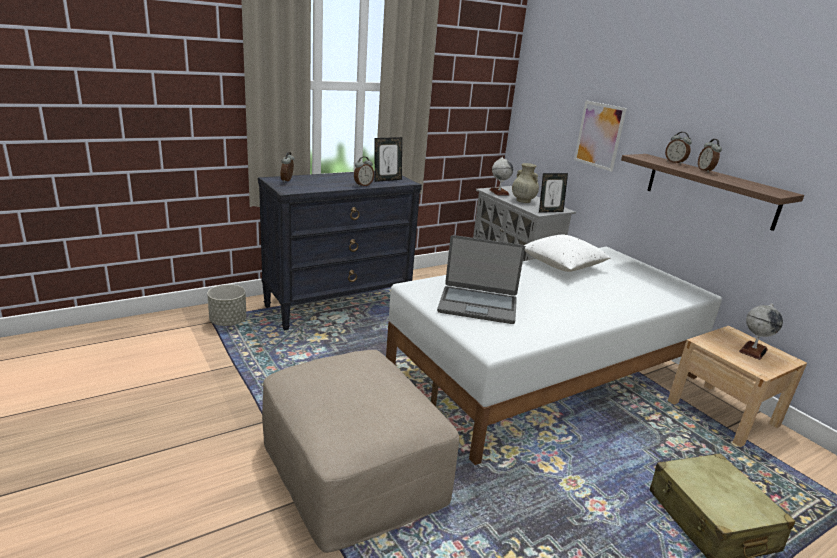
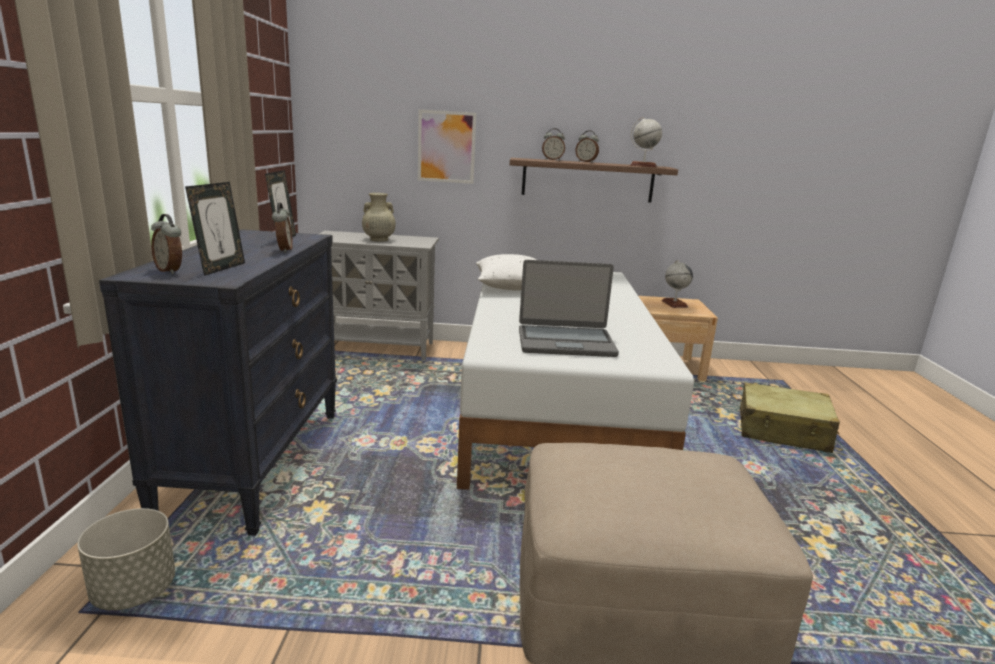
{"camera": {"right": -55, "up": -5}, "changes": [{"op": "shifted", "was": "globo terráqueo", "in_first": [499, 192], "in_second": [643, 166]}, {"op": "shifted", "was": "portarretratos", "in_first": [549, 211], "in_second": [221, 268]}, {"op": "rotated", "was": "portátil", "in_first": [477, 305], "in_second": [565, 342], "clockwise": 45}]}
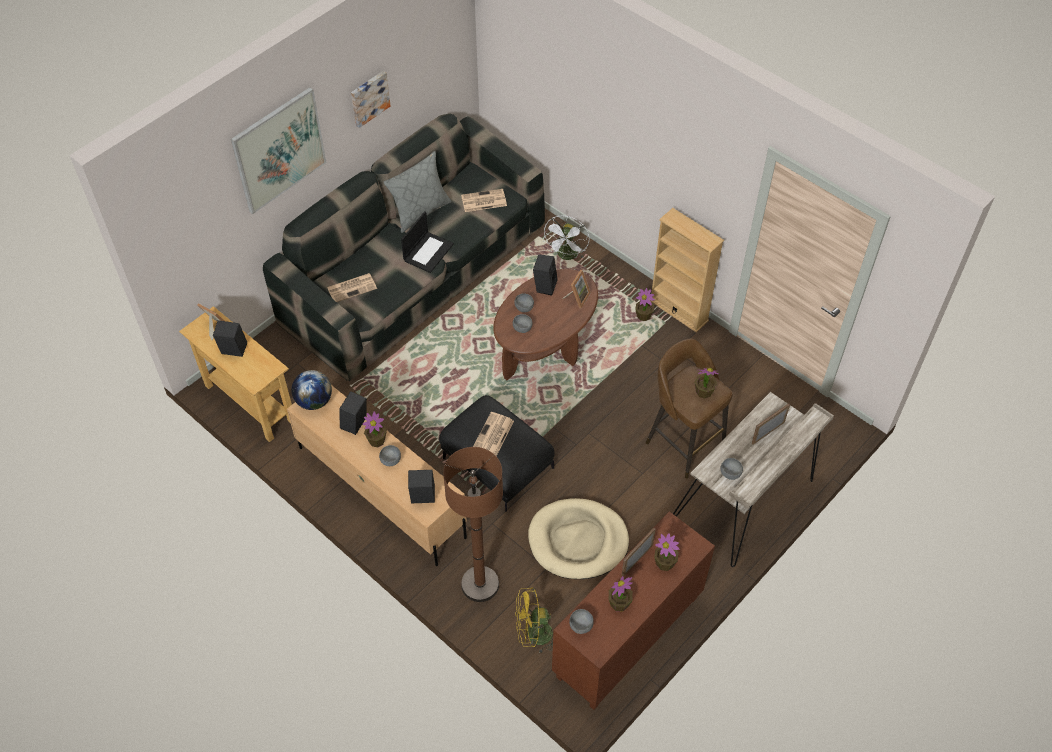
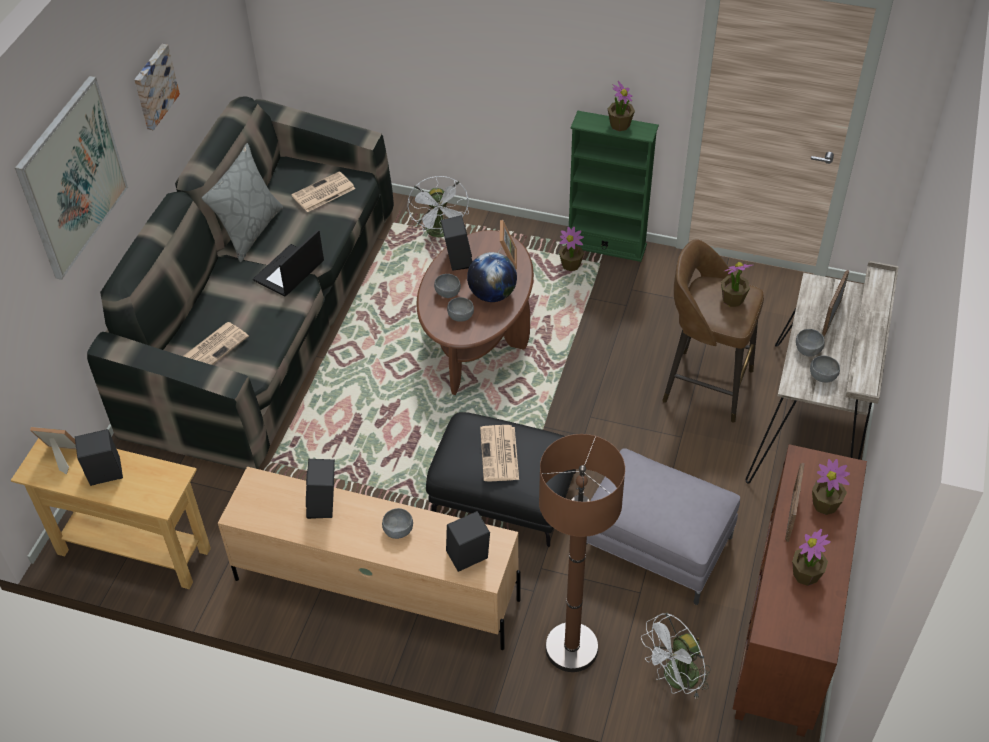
{"camera": {"right": -25, "up": -5}, "changes": [{"op": "repainted", "was": "estantería [beis]", "now": "estantería [verde]", "in_first": [678, 310], "in_second": [606, 245]}, {"op": "rotated", "was": "portátil", "in_first": [428, 252], "in_second": [289, 272], "clockwise": -150}, {"op": "shifted", "was": "globo terráqueo", "in_first": [314, 401], "in_second": [492, 294]}, {"op": "shifted", "was": "planta en maceta", "in_first": [376, 440], "in_second": [619, 125]}, {"op": "swapped", "was": "cama para perro [beis]", "now": "puf [gris]", "in_first": [578, 541], "in_second": [656, 545]}, {"op": "repainted", "was": "ventilador [amarillo]", "now": "ventilador [blanco]", "in_first": [533, 635], "in_second": [675, 679]}, {"op": "shifted", "was": "cuenco [gris]", "in_first": [581, 626], "in_second": [808, 350]}]}
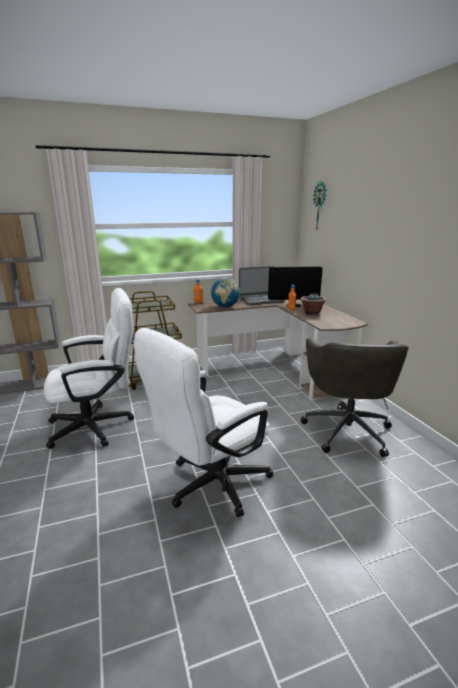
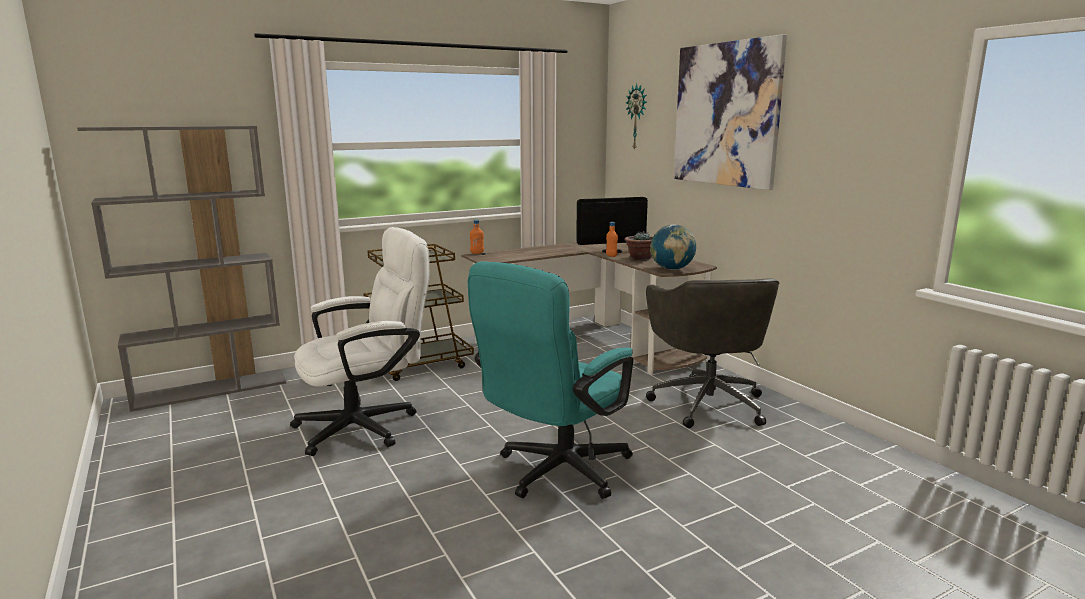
{"camera": {"right": -10, "up": -5}, "changes": [{"op": "gone", "was": "portátil", "in_first": [260, 300]}, {"op": "shifted", "was": "globo terráqueo", "in_first": [225, 307], "in_second": [672, 269]}, {"op": "repainted", "was": "silla de oficina [blanco]", "now": "silla de oficina [turquesa]", "in_first": [210, 485], "in_second": [555, 473]}, {"op": "new", "now": "cuadro", "in_second": [726, 114]}]}
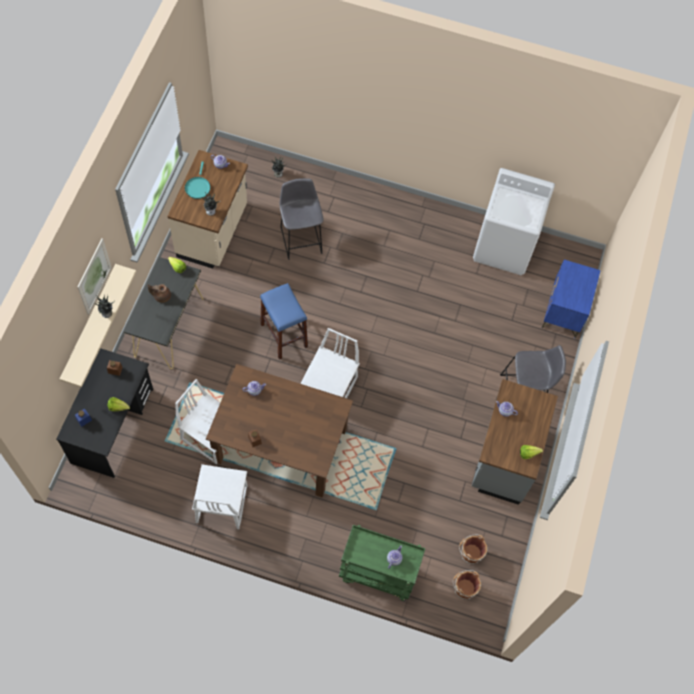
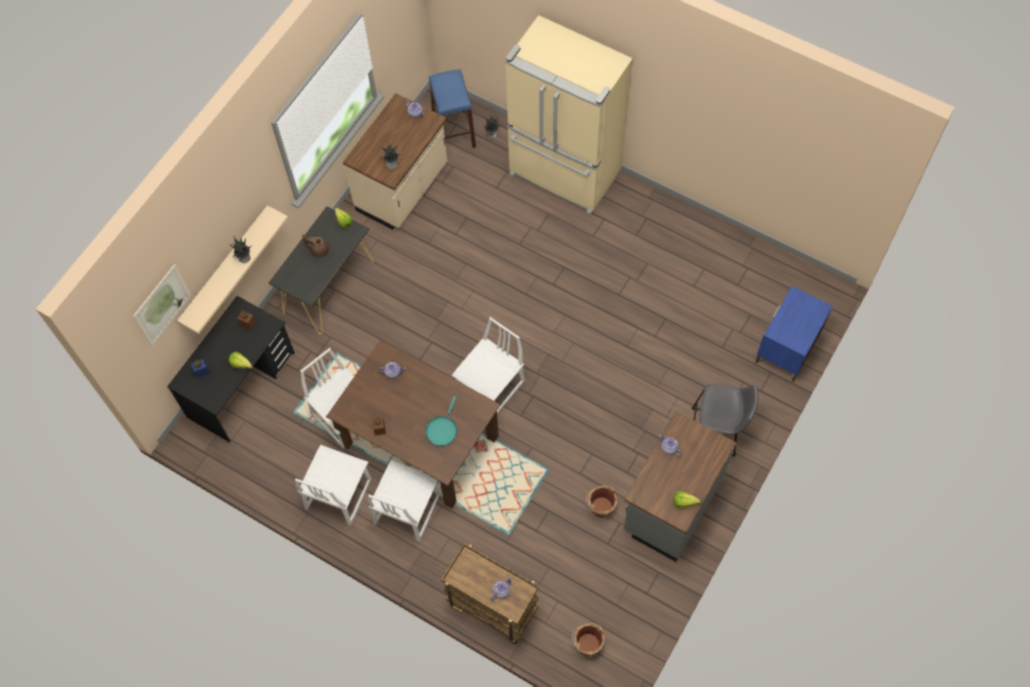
{"camera": {"right": 20, "up": 0}, "changes": [{"op": "shifted", "was": "sartén [turquesa]", "in_first": [198, 187], "in_second": [442, 429]}, {"op": "gone", "was": "lavadora [blanco]", "in_first": [504, 247]}, {"op": "gone", "was": "taburete [gris]", "in_first": [301, 238]}, {"op": "shifted", "was": "cuadro", "in_first": [94, 276], "in_second": [162, 305]}, {"op": "shifted", "was": "taburete [azul]", "in_first": [284, 335], "in_second": [454, 132]}, {"op": "repainted", "was": "carrito [verde]", "now": "carrito [marrón]", "in_first": [377, 574], "in_second": [491, 607]}, {"op": "shifted", "was": "cubo [marrón]", "in_first": [470, 553], "in_second": [600, 507]}, {"op": "new", "now": "nevera [beis]", "in_second": [564, 175]}, {"op": "new", "now": "silla [blanco]", "in_second": [406, 509]}]}
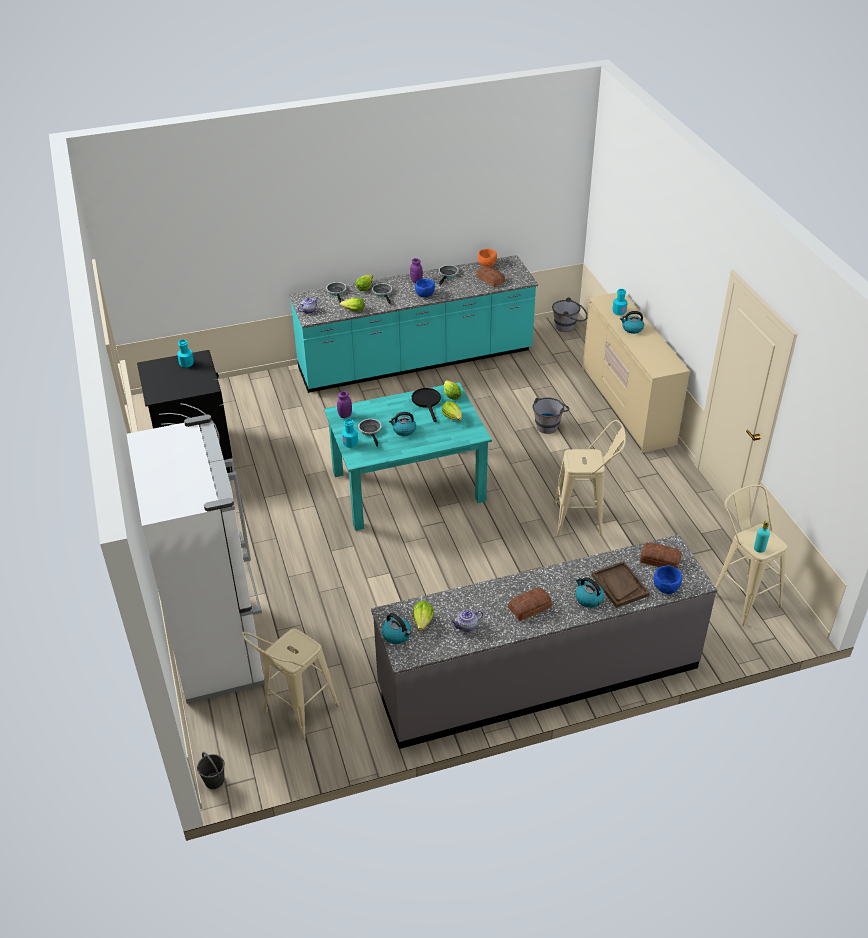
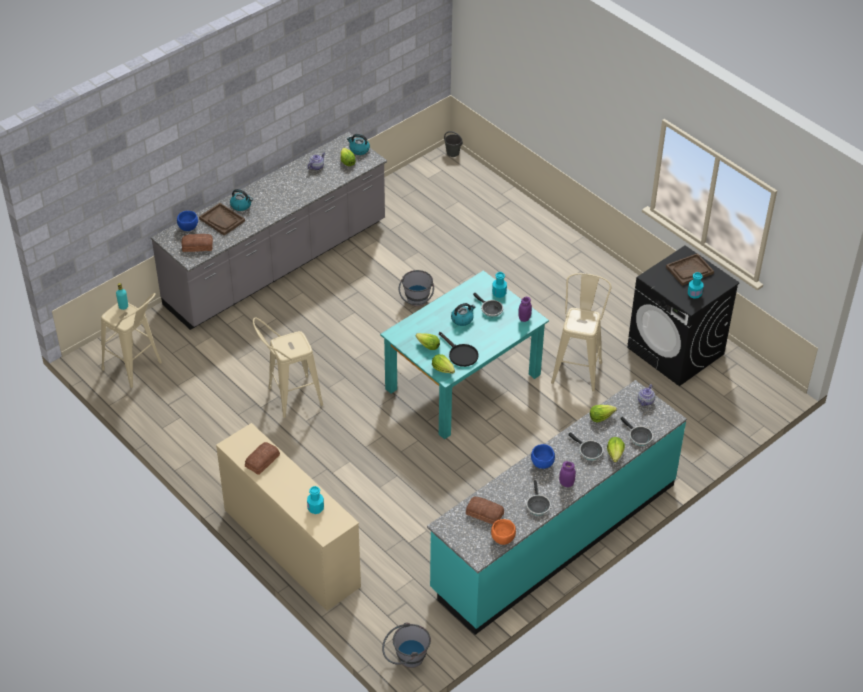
{"camera": {"right": 155, "up": 5}, "changes": [{"op": "gone", "was": "hervidor", "in_first": [632, 329]}, {"op": "shifted", "was": "cubo [gris]", "in_first": [549, 425], "in_second": [416, 302]}, {"op": "gone", "was": "nevera [blanco]", "in_first": [220, 646]}, {"op": "shifted", "was": "pan", "in_first": [530, 608], "in_second": [261, 461]}, {"op": "shifted", "was": "taburete [beis]", "in_first": [295, 713], "in_second": [578, 368]}, {"op": "new", "now": "bandeja [marrón]", "in_second": [689, 270]}]}
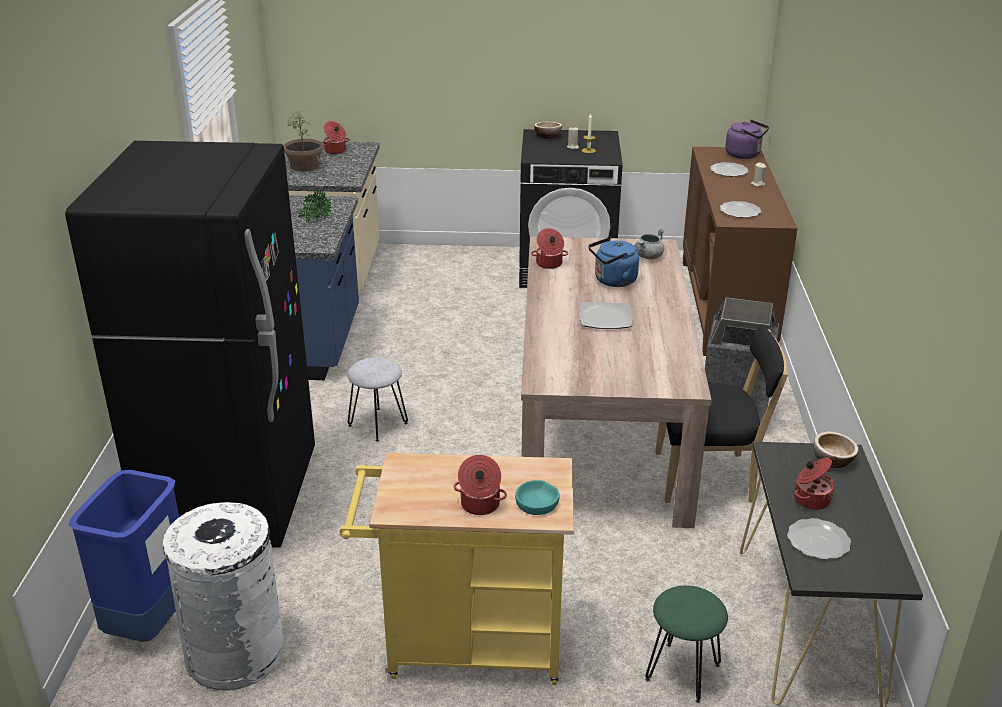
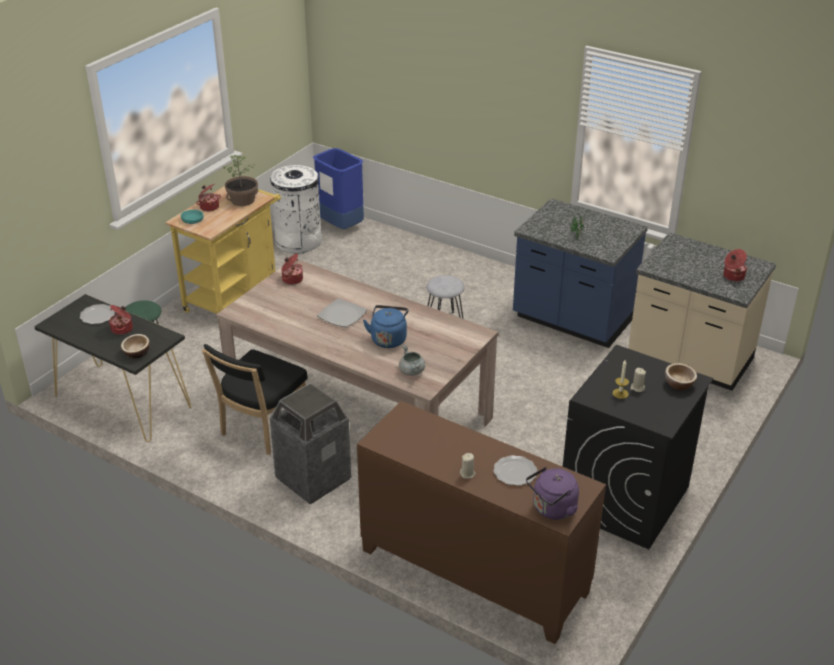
{"camera": {"right": 120, "up": 5}, "changes": [{"op": "shifted", "was": "planta en maceta", "in_first": [305, 166], "in_second": [243, 200]}, {"op": "gone", "was": "nevera [negro]", "in_first": [233, 498]}, {"op": "gone", "was": "plato", "in_first": [739, 211]}, {"op": "shifted", "was": "olla", "in_first": [549, 264], "in_second": [292, 279]}]}
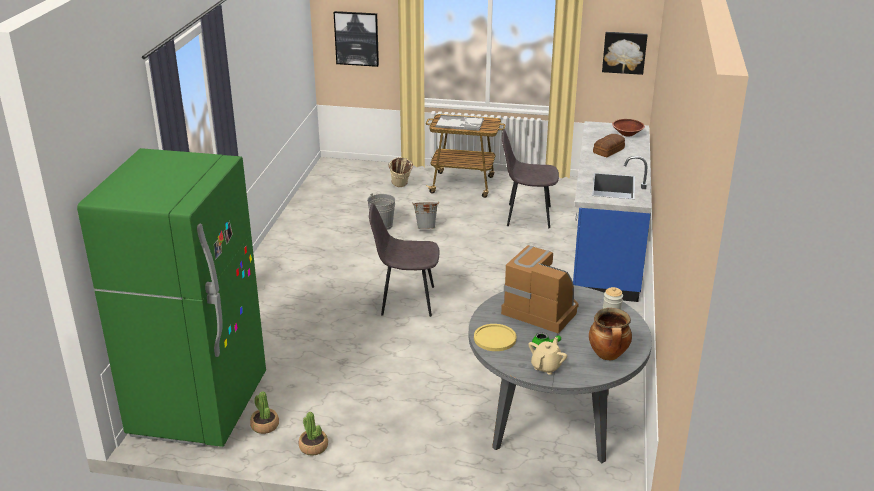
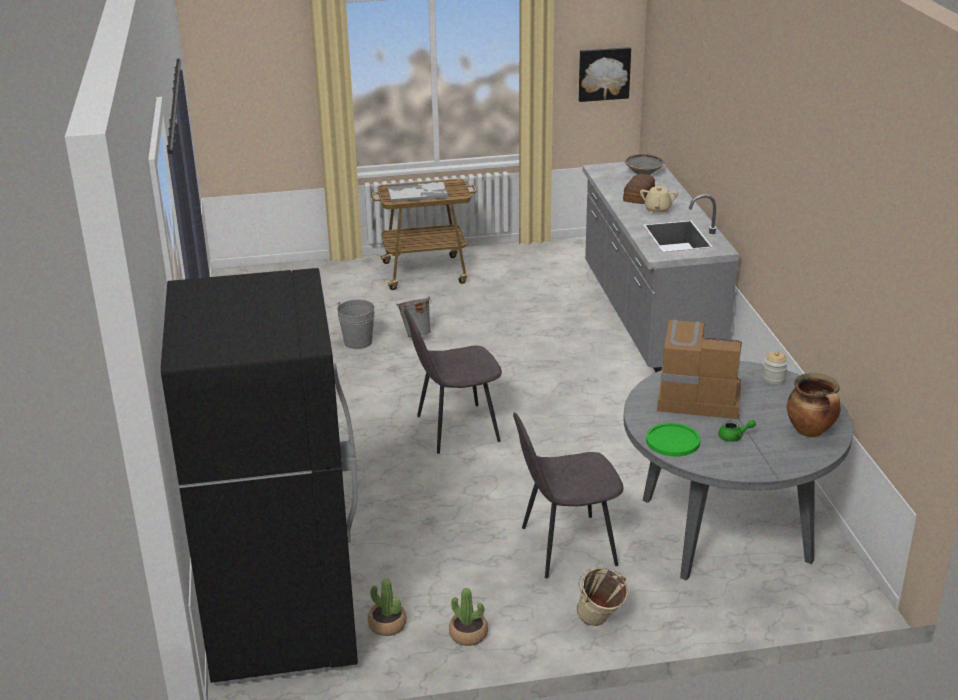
{"camera": {"right": -20, "up": 0}, "changes": [{"op": "gone", "was": "cuadro", "in_first": [356, 38]}, {"op": "repainted", "was": "cuenco [marrón]", "now": "cuenco [gris]", "in_first": [627, 134], "in_second": [643, 173]}, {"op": "repainted", "was": "mueble bajo de cocina [azul]", "now": "mueble bajo de cocina [gris]", "in_first": [605, 249], "in_second": [648, 318]}, {"op": "shifted", "was": "silla [gris]", "in_first": [527, 216], "in_second": [565, 546]}, {"op": "repainted", "was": "nevera [verde]", "now": "nevera [negro]", "in_first": [199, 406], "in_second": [282, 622]}, {"op": "shifted", "was": "cubo [beis]", "in_first": [400, 186], "in_second": [599, 623]}, {"op": "repainted", "was": "plato [amarillo]", "now": "plato [verde]", "in_first": [495, 338], "in_second": [672, 441]}, {"op": "shifted", "was": "tetera [beis]", "in_first": [546, 366], "in_second": [657, 210]}]}
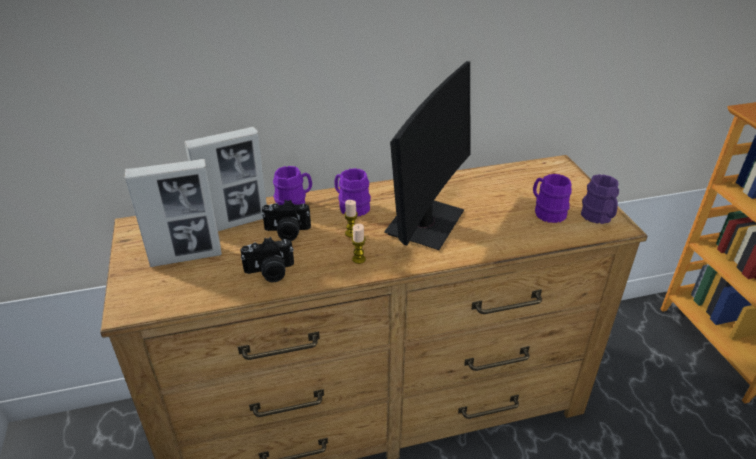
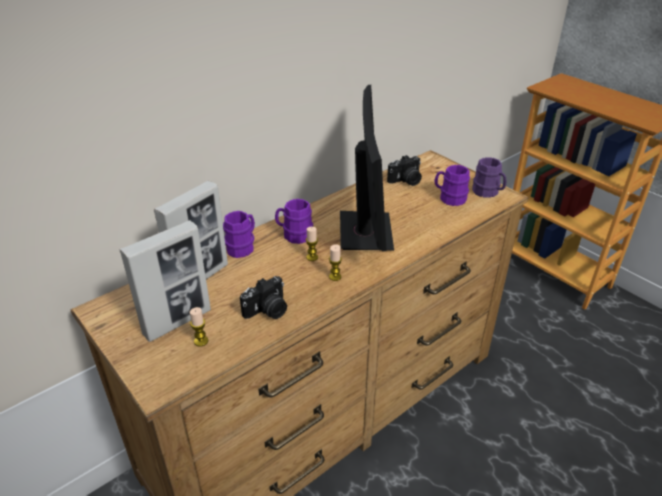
{"camera": {"right": -25, "up": 0}, "changes": [{"op": "shifted", "was": "cámara", "in_first": [287, 232], "in_second": [406, 181]}, {"op": "new", "now": "vela", "in_second": [201, 341]}]}
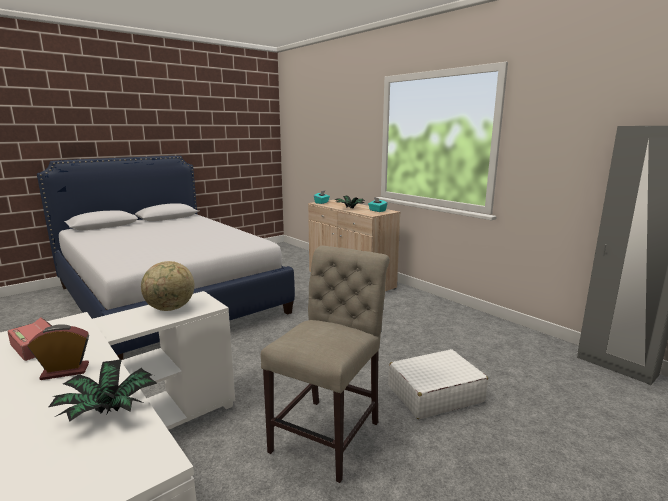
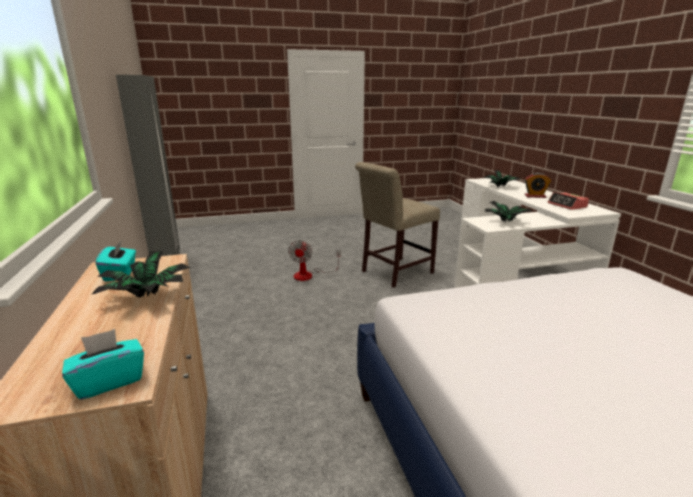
{"camera": {"right": -155, "up": 5}, "changes": [{"op": "swapped", "was": "globo terráqueo", "now": "planta en maceta", "in_first": [171, 309], "in_second": [507, 222]}, {"op": "swapped", "was": "maleta [blanco]", "now": "ventilador", "in_first": [434, 394], "in_second": [309, 275]}]}
